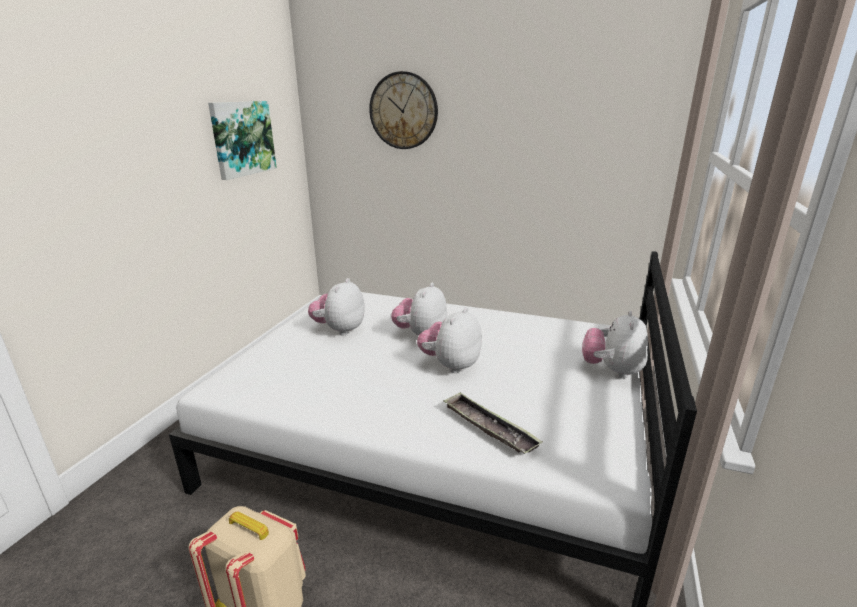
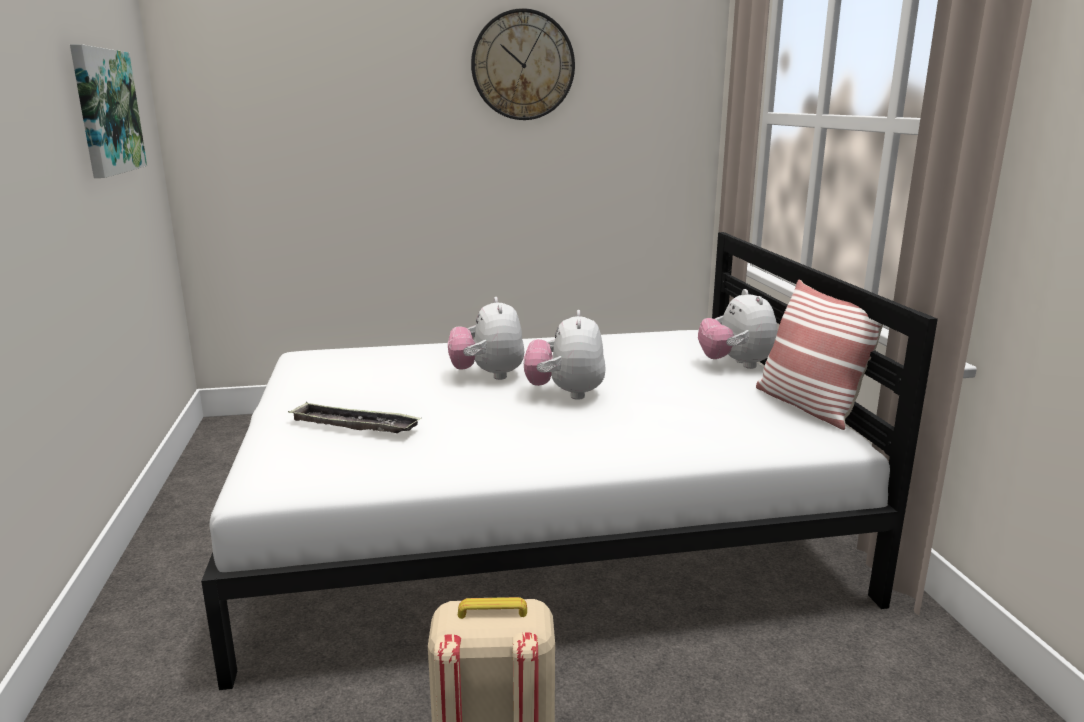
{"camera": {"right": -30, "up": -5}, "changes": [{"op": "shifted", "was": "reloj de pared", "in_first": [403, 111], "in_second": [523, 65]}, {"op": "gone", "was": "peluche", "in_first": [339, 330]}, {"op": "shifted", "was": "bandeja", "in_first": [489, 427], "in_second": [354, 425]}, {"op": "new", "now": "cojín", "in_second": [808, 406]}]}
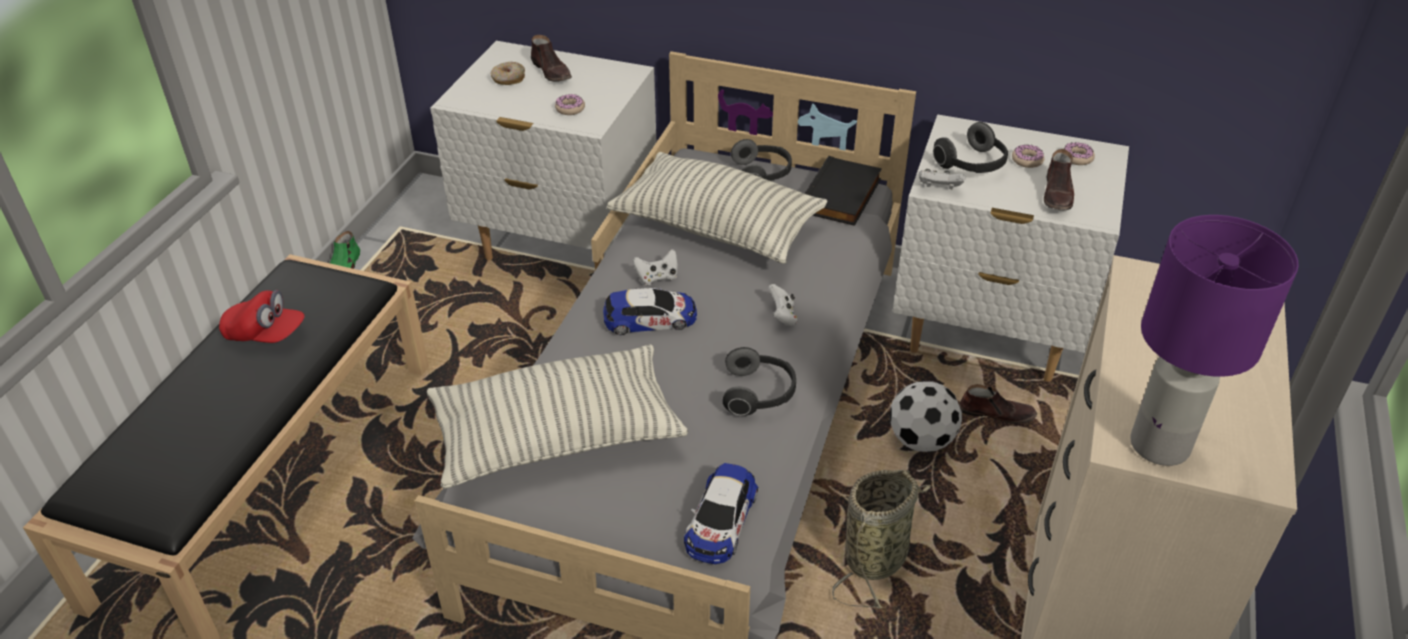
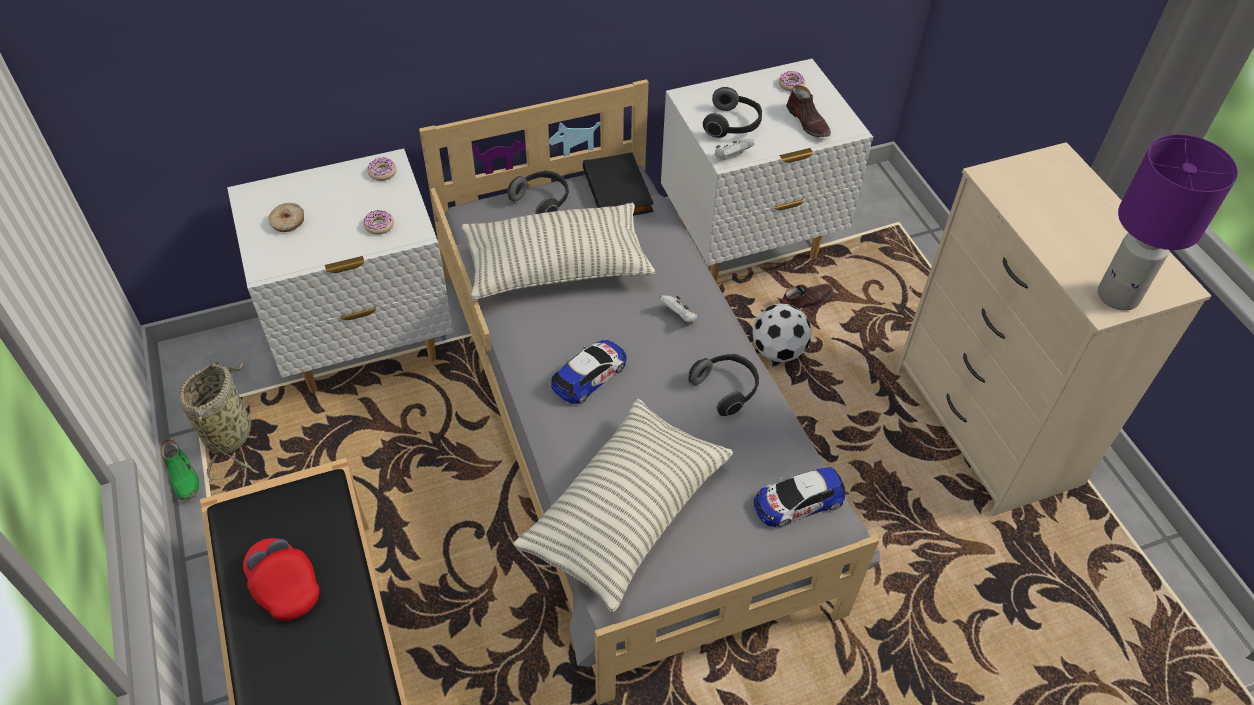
{"camera": {"right": -40, "up": 10}, "changes": [{"op": "gone", "was": "zapato [marrón]", "in_first": [552, 71]}, {"op": "shifted", "was": "rosquilla", "in_first": [1027, 160], "in_second": [382, 172]}, {"op": "gone", "was": "mando de consola [blanco]", "in_first": [657, 277]}, {"op": "rotated", "was": "gorra [rojo]", "in_first": [266, 334], "in_second": [284, 585], "clockwise": -105}, {"op": "rotated", "was": "coche de juguete", "in_first": [720, 521], "in_second": [798, 501], "clockwise": 90}, {"op": "shifted", "was": "cesta", "in_first": [877, 556], "in_second": [230, 432]}]}
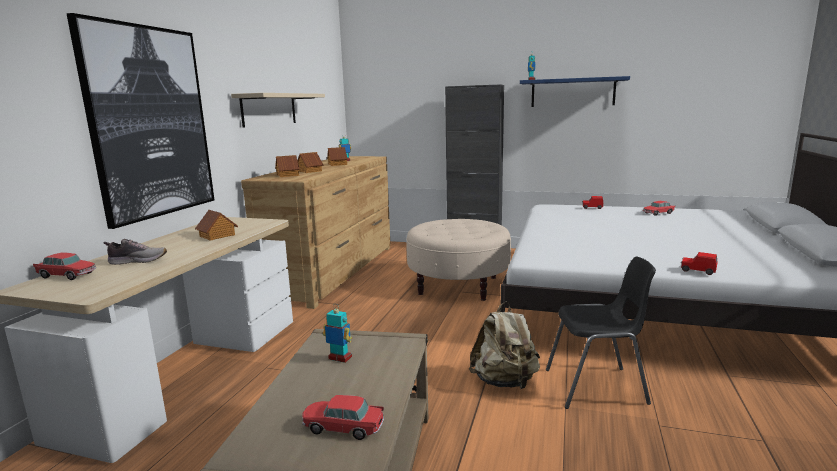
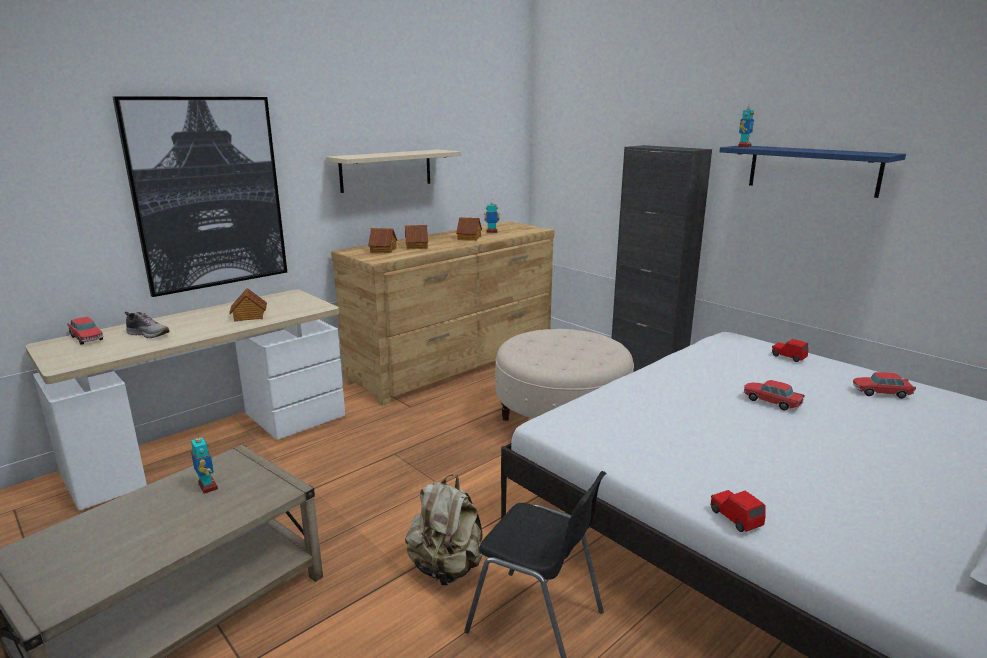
{"camera": {"right": 30, "up": 5}, "changes": [{"op": "shifted", "was": "coche de juguete", "in_first": [343, 427], "in_second": [771, 402]}]}
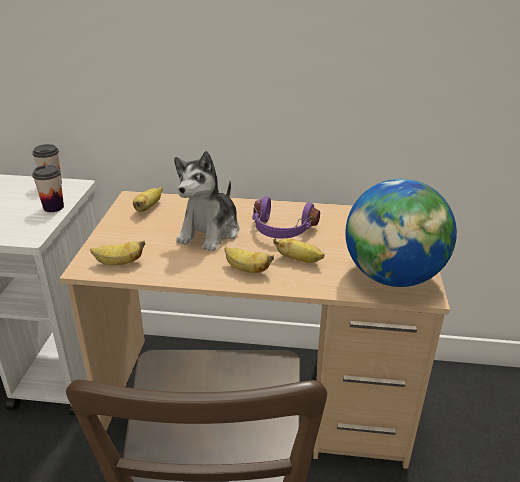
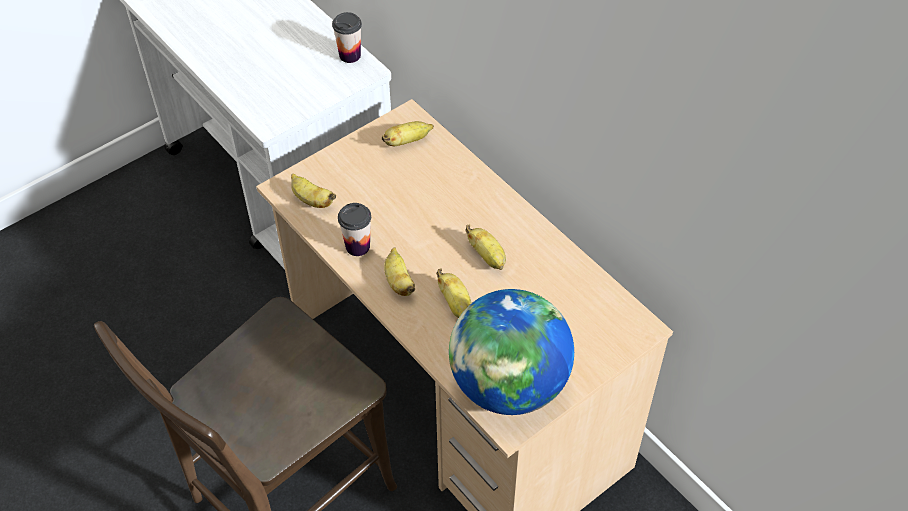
{"camera": {"right": 45, "up": 20}, "changes": [{"op": "gone", "was": "peluche", "in_first": [210, 232]}, {"op": "shifted", "was": "taza", "in_first": [53, 207], "in_second": [357, 246]}, {"op": "swapped", "was": "auriculares [morado]", "now": "plátano", "in_first": [281, 230], "in_second": [488, 257]}]}
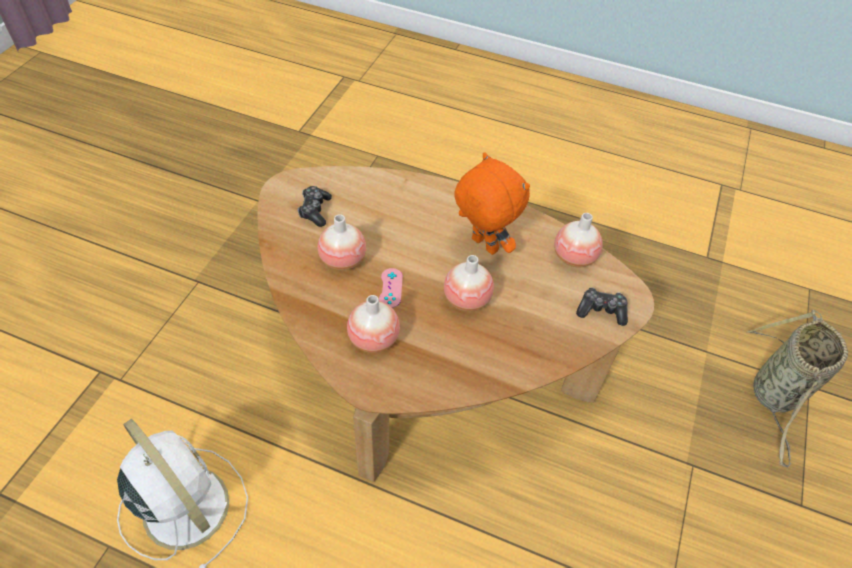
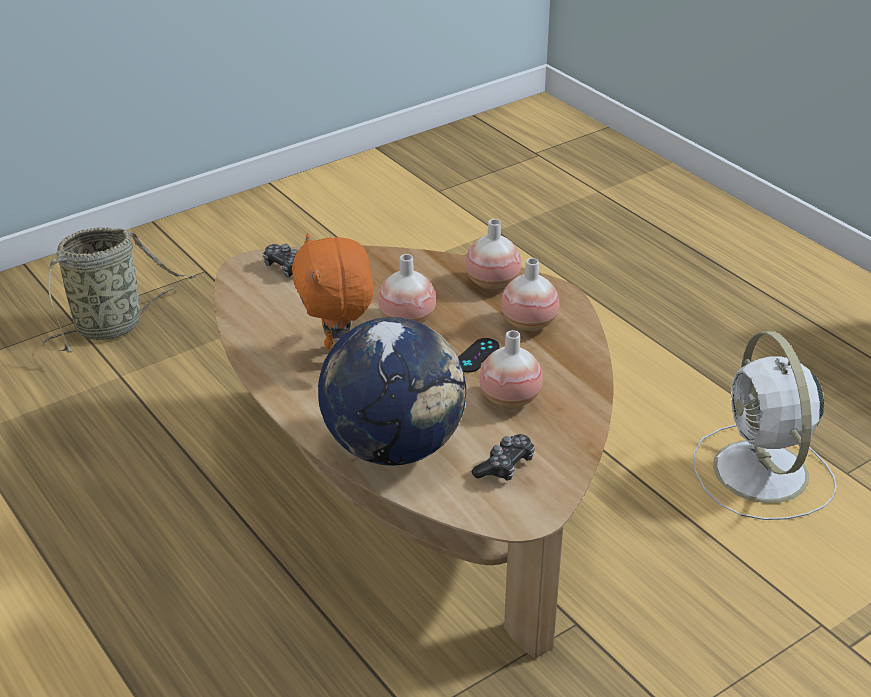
{"camera": {"right": -145, "up": -15}, "changes": [{"op": "shifted", "was": "florero", "in_first": [574, 257], "in_second": [492, 283]}, {"op": "repainted", "was": "mando de consola [rosa]", "now": "mando de consola [negro]", "in_first": [391, 288], "in_second": [477, 355]}, {"op": "new", "now": "globo terráqueo", "in_second": [394, 447]}]}
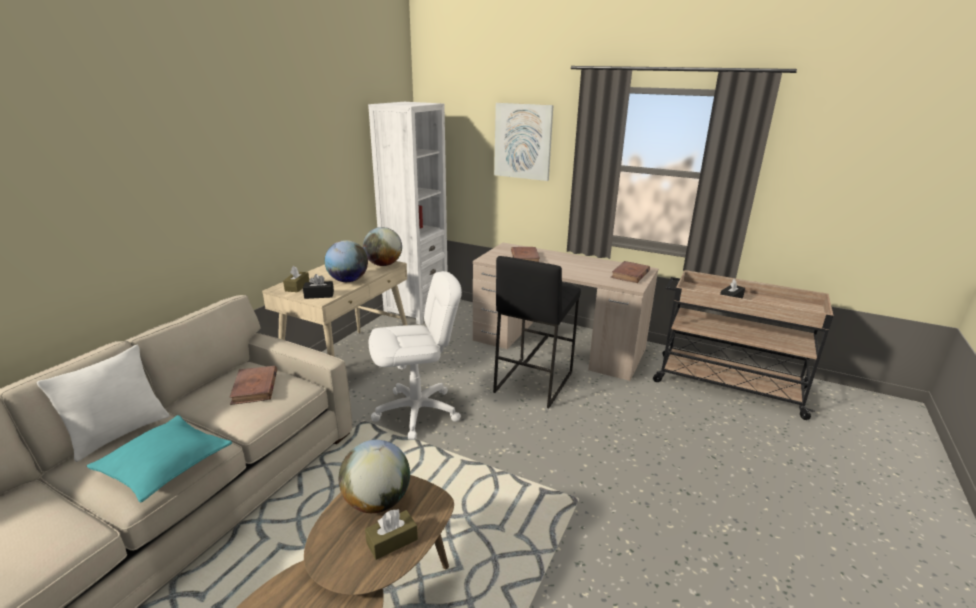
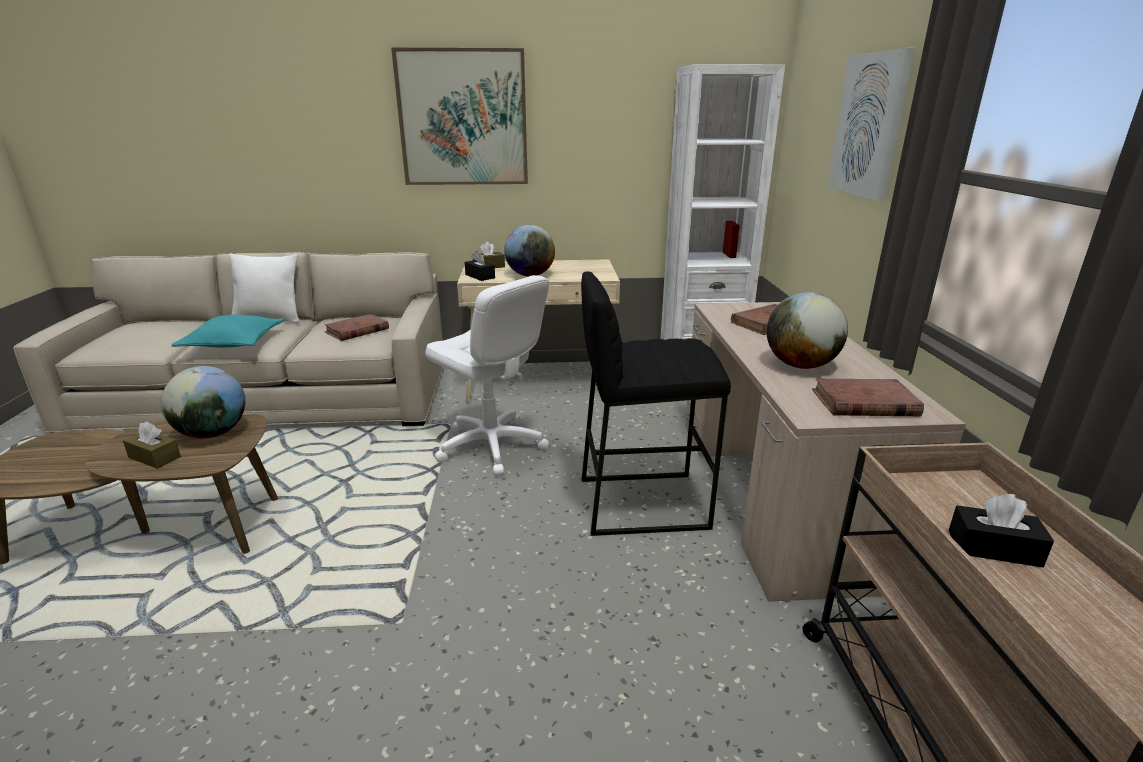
{"camera": {"right": 60, "up": 0}, "changes": [{"op": "shifted", "was": "globo terráqueo", "in_first": [384, 264], "in_second": [800, 365]}, {"op": "new", "now": "cuadro", "in_second": [463, 118]}]}
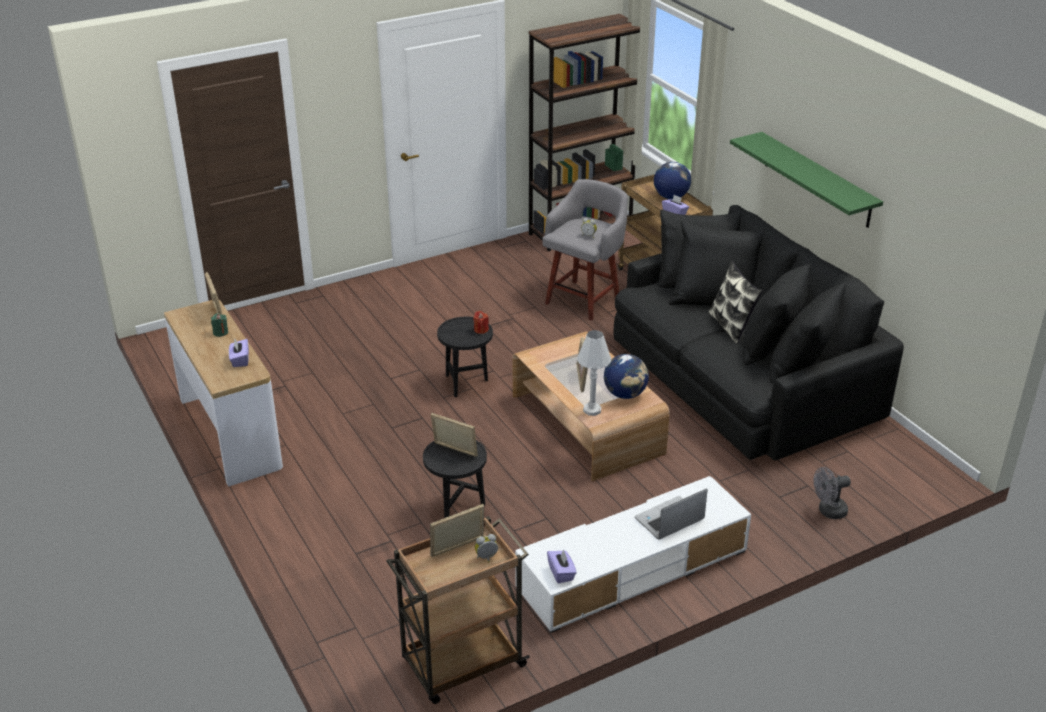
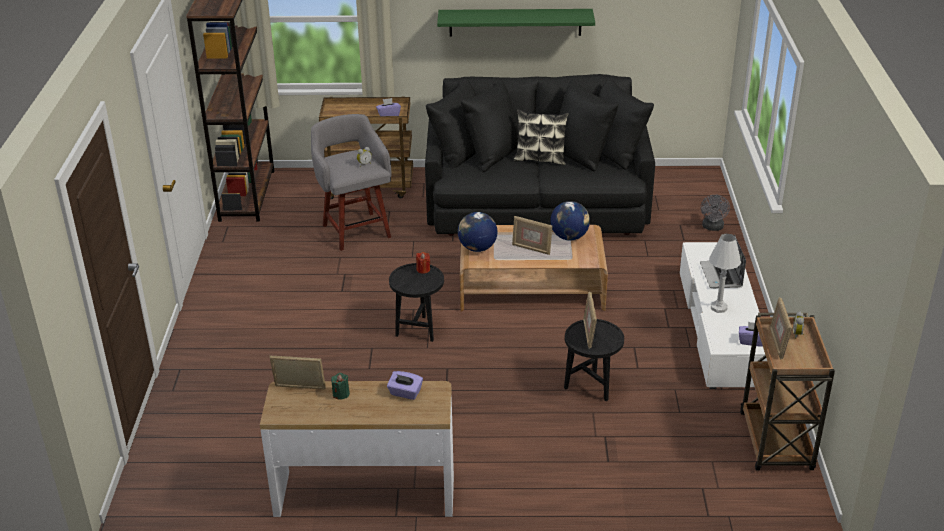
{"camera": {"right": -60, "up": 0}, "changes": [{"op": "shifted", "was": "globo terráqueo", "in_first": [670, 197], "in_second": [477, 248]}, {"op": "shifted", "was": "lámpara de mesa [blanco]", "in_first": [592, 410], "in_second": [718, 308]}, {"op": "rotated", "was": "portarretratos", "in_first": [454, 450], "in_second": [589, 334], "clockwise": -60}]}
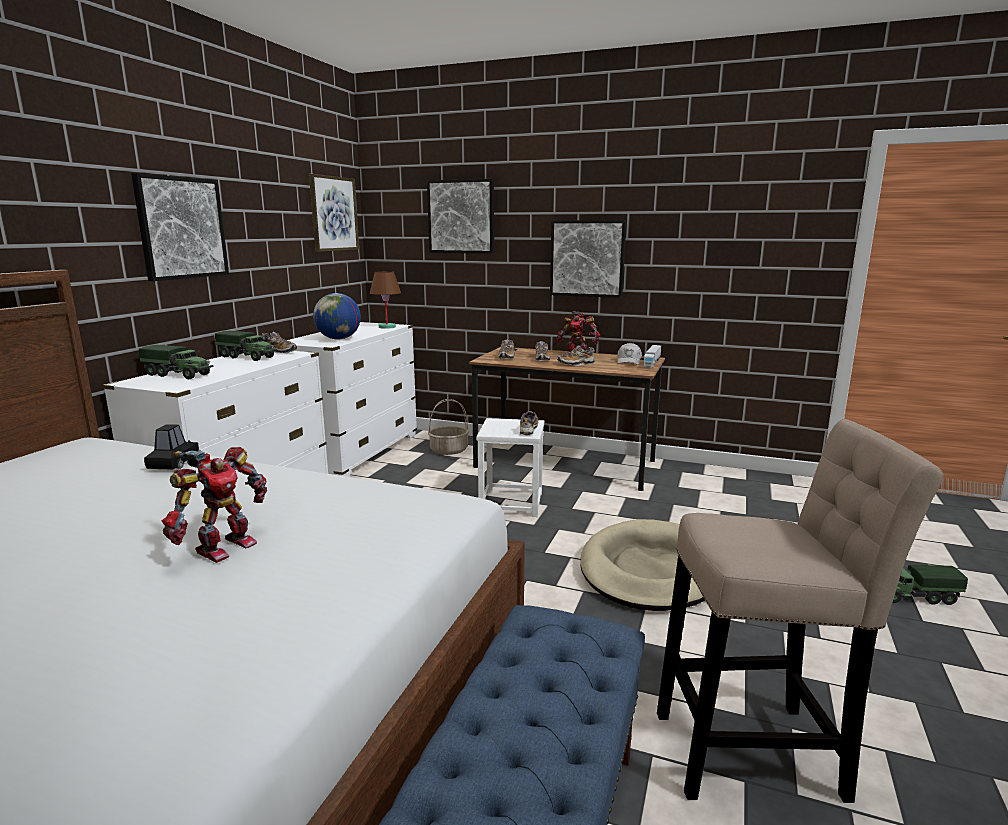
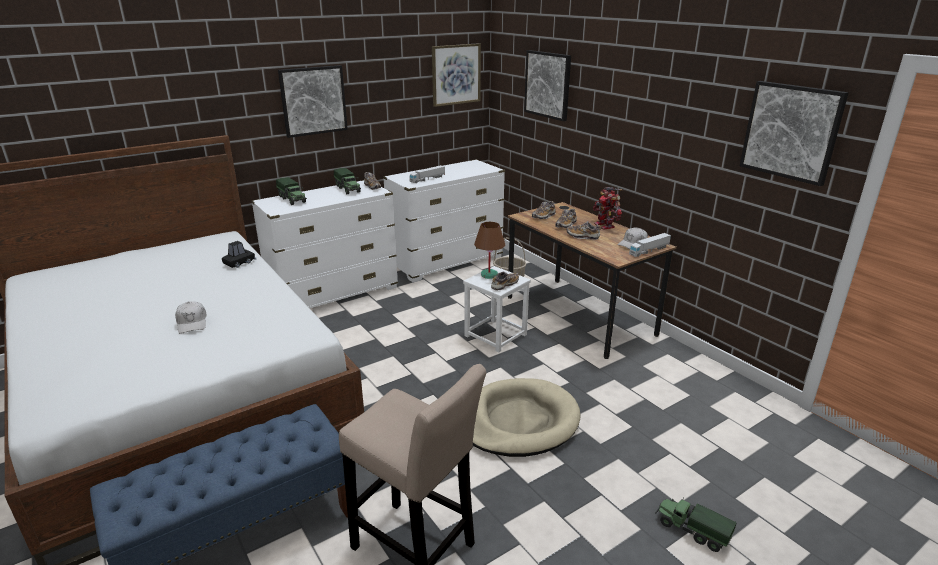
{"camera": {"right": 35, "up": 10}, "changes": [{"op": "shifted", "was": "cuadro", "in_first": [587, 258], "in_second": [791, 131]}, {"op": "shifted", "was": "lámpara de mesa [marrón]", "in_first": [387, 327], "in_second": [489, 275]}, {"op": "swapped", "was": "globo terráqueo", "now": "camión de juguete", "in_first": [339, 339], "in_second": [427, 179]}, {"op": "swapped", "was": "robot de juguete", "now": "gorra [blanco]", "in_first": [223, 547], "in_second": [192, 323]}]}
